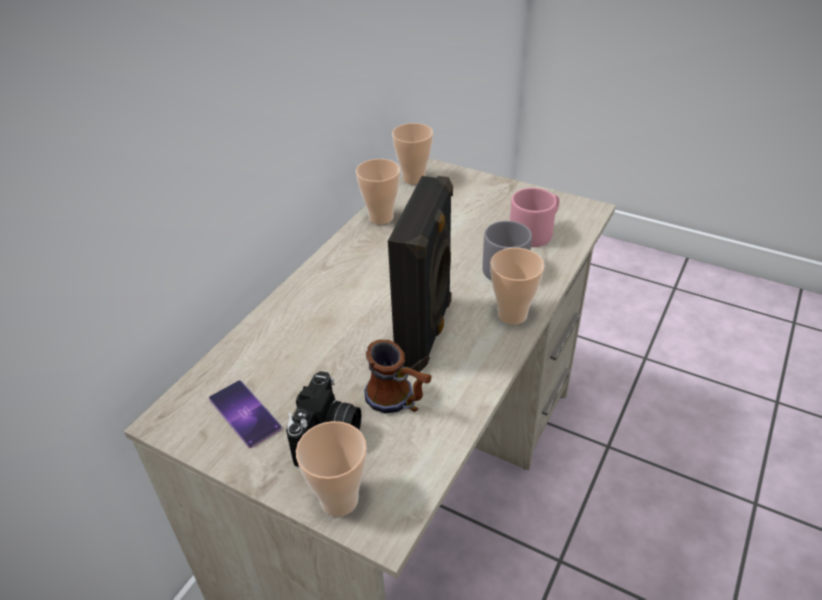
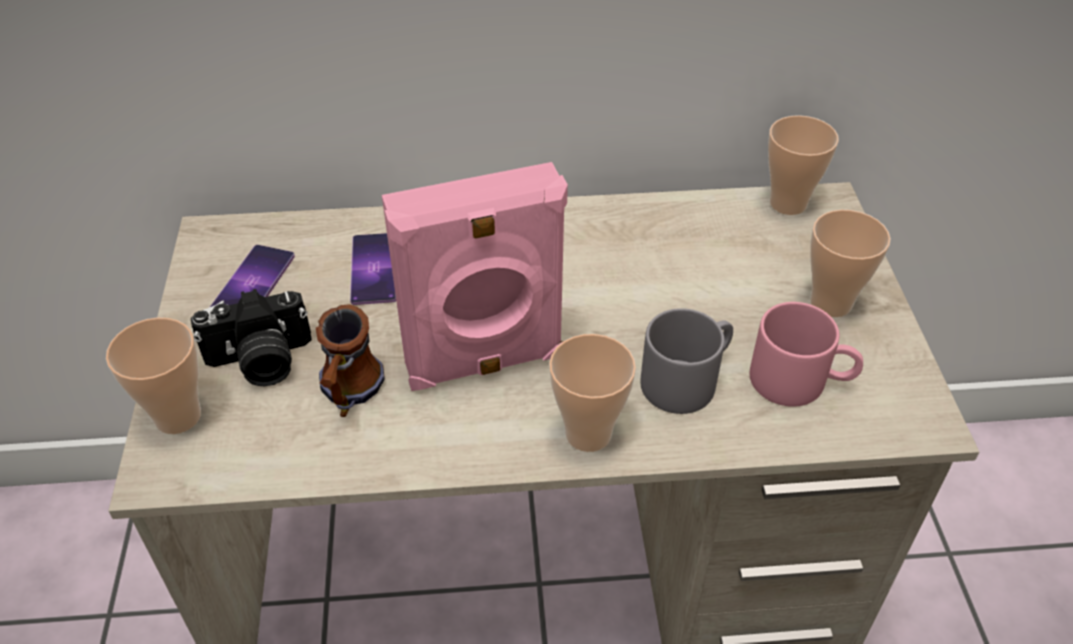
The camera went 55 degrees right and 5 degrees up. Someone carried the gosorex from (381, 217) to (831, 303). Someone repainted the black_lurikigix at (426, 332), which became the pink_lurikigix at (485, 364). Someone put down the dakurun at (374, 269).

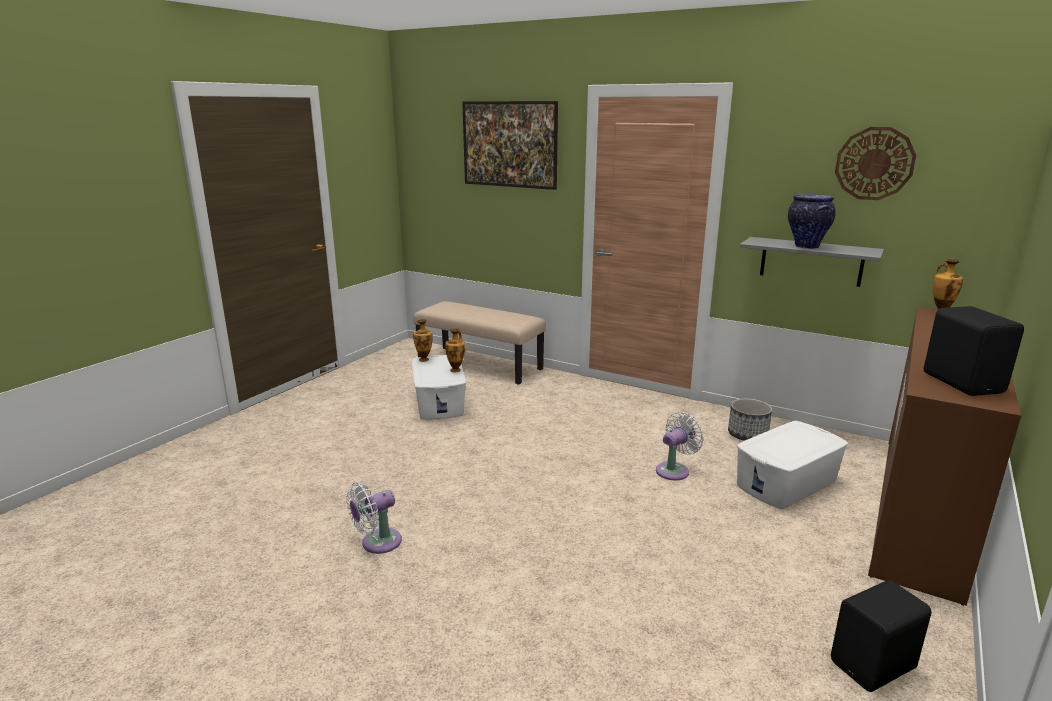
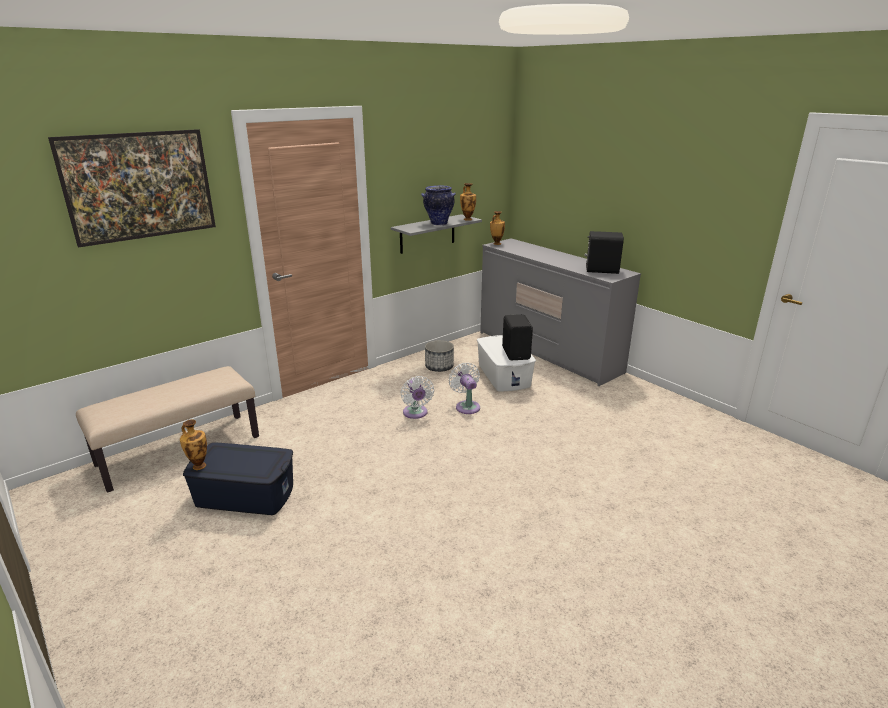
The camera went 70 degrees left and 5 degrees up. Someone carried the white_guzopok from (377, 543) to (416, 413). Someone repainted the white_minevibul at (439, 402), which became the blue_minevibul at (245, 495). Someone carried the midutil from (456, 370) to (467, 219). Someone carried the black_lurikigix from (875, 666) to (516, 353). Someone took away the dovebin at (874, 163). Someone repainted the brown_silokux at (919, 510), which became the grey_silokux at (548, 352).

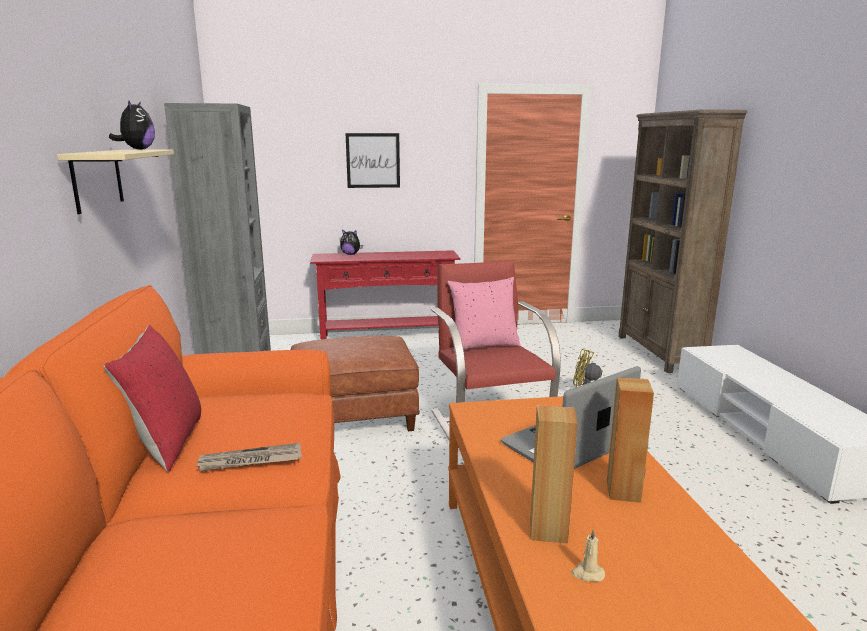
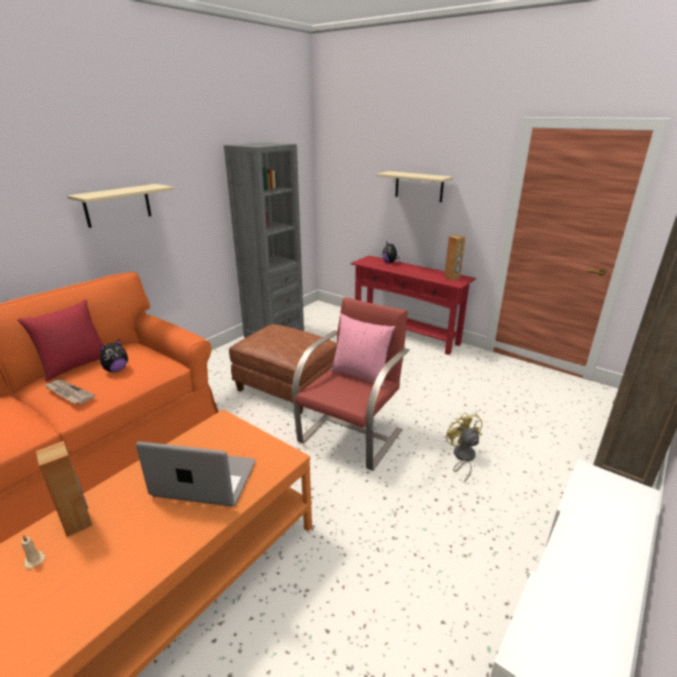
The camera went 45 degrees right and 10 degrees up. Someone carried the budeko from (137, 149) to (116, 370). Someone swapped the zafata at (373, 160) for the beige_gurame at (419, 186). Someone carried the brown_lurikigix from (624, 491) to (452, 277).

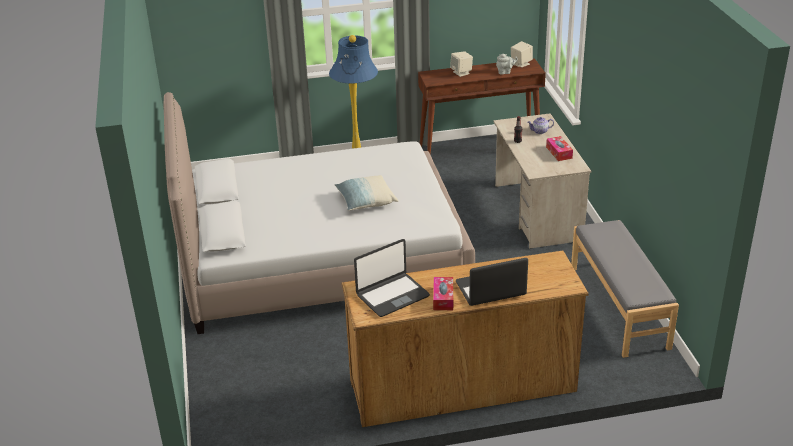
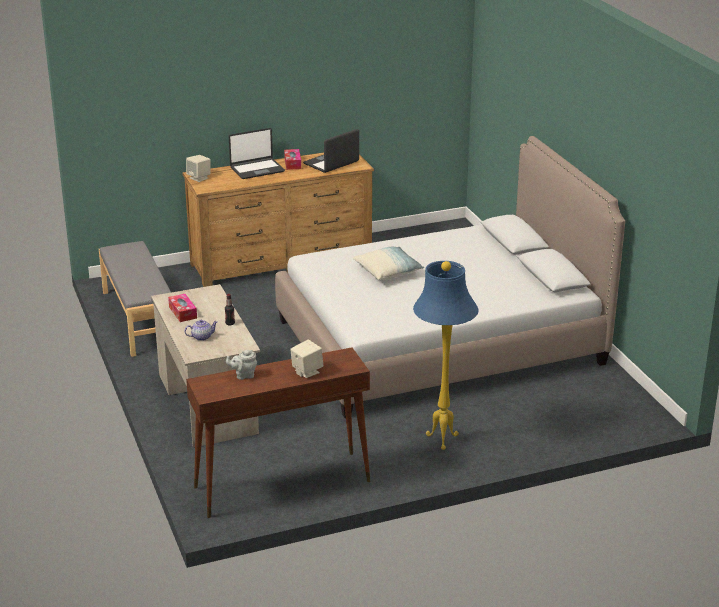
The camera went 170 degrees right and 5 degrees down. Someone carried the beige_lurikigix from (521, 63) to (199, 178).

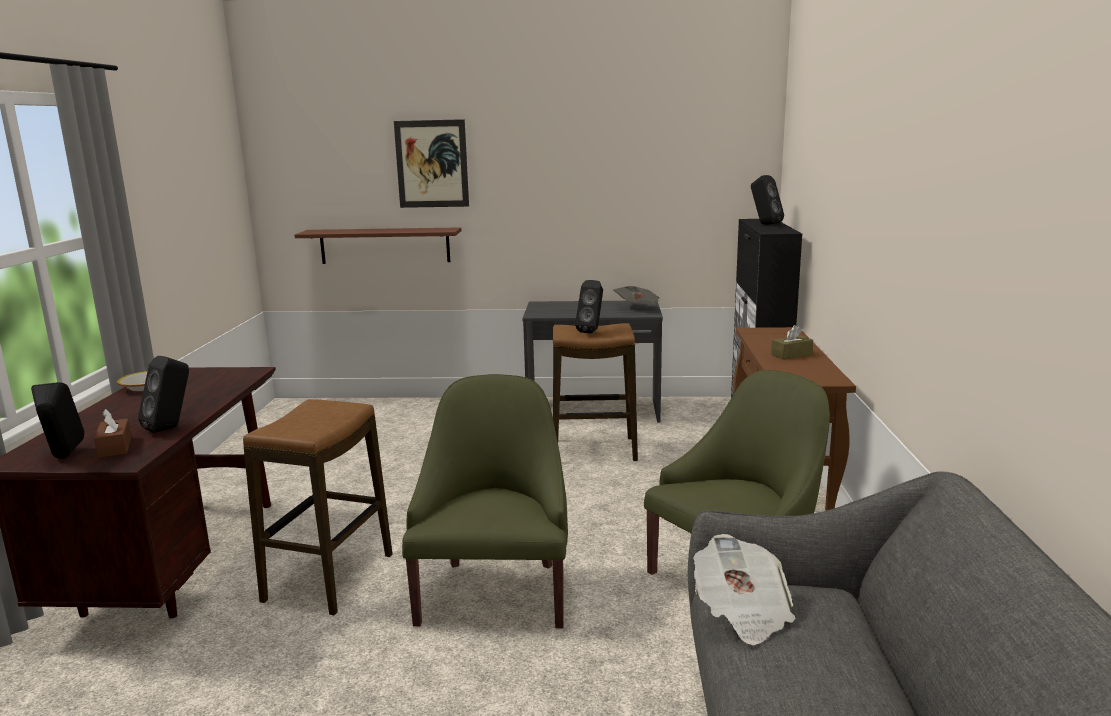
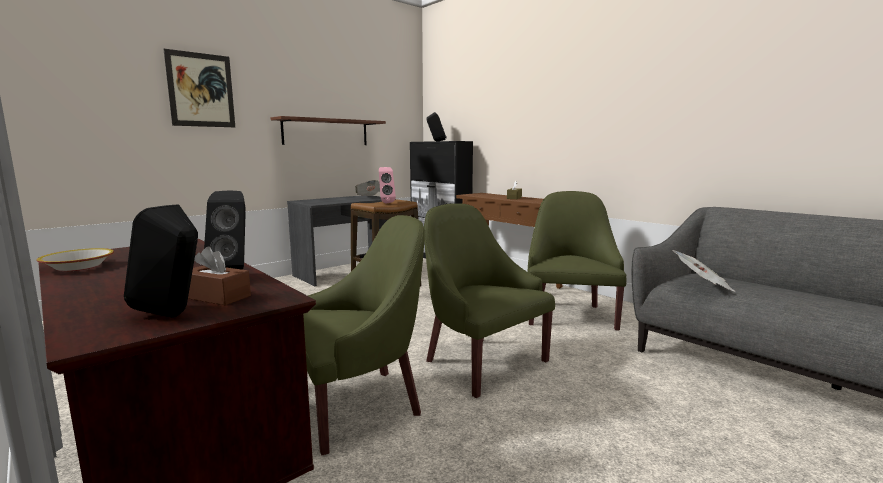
The camera went 45 degrees left and 5 degrees down. Someone swapped the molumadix at (329, 578) for the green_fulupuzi at (359, 403). Someone carried the brown_gurame from (385, 245) to (326, 132). Someone repainted the black_lurikigix at (592, 331), which became the pink_lurikigix at (386, 203).

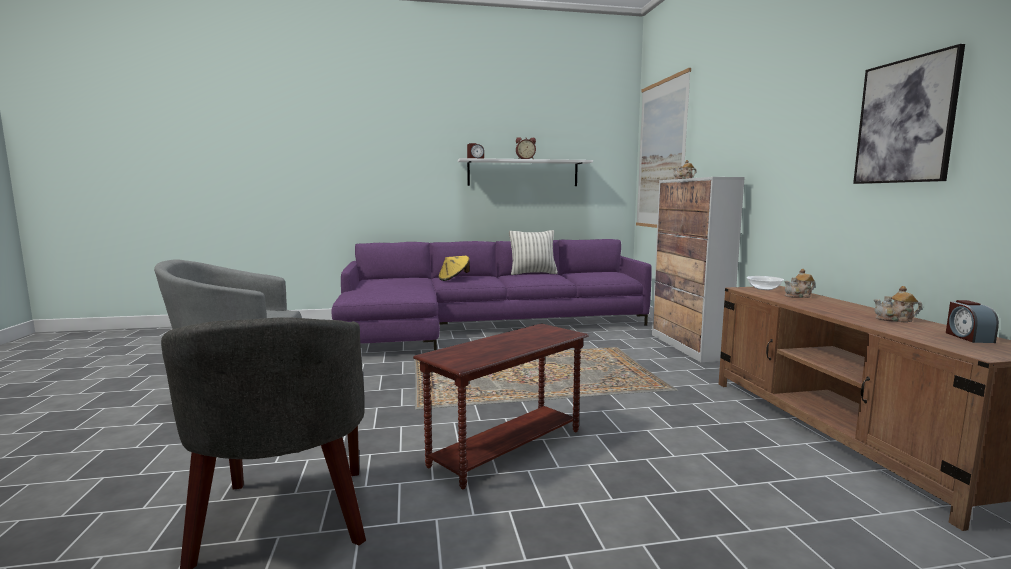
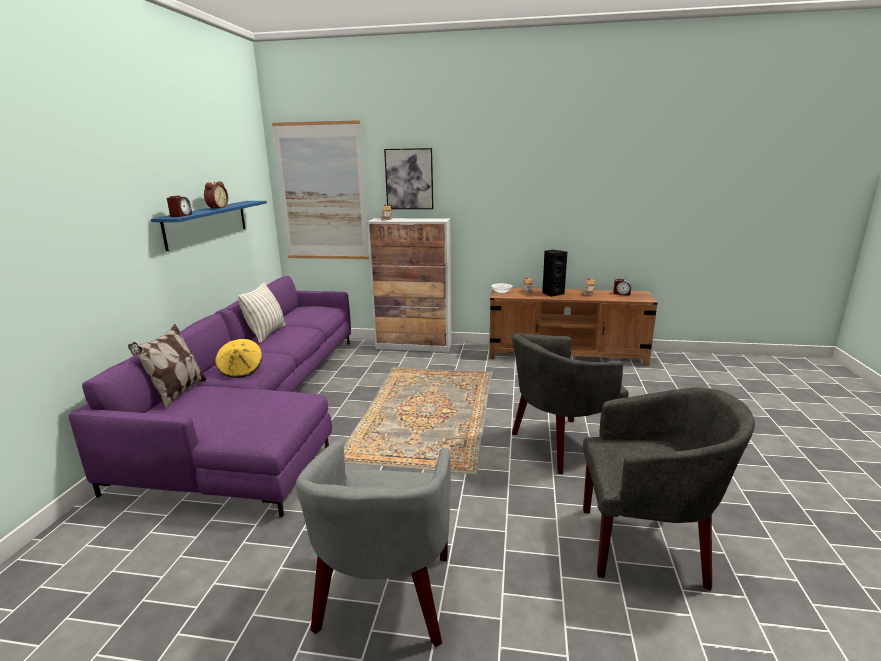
The camera went 70 degrees left and 10 degrees up. Someone swapped the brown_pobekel at (506, 448) for the grey_fulupuzi at (559, 444). Someone repainted the white_gurame at (523, 173), which became the blue_gurame at (207, 223). Someone carried the zafata from (905, 121) to (409, 179). Someone put down the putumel at (177, 393). Someone put down the black_lurikigix at (552, 293).

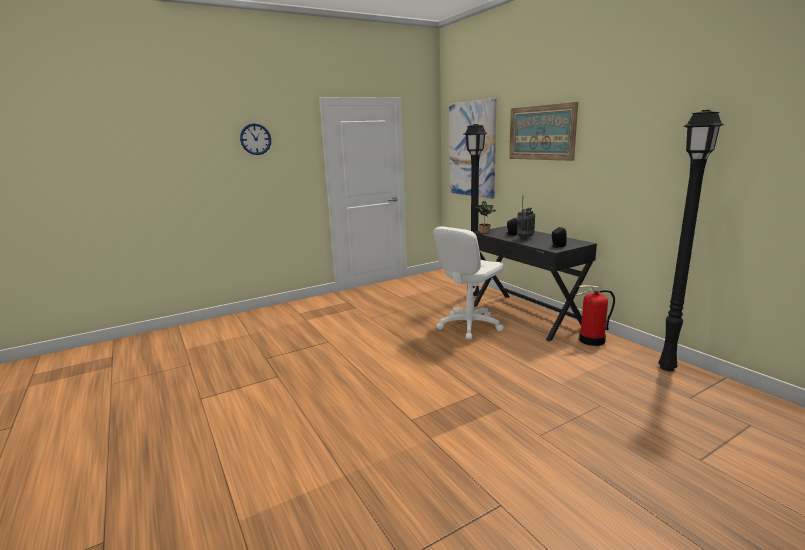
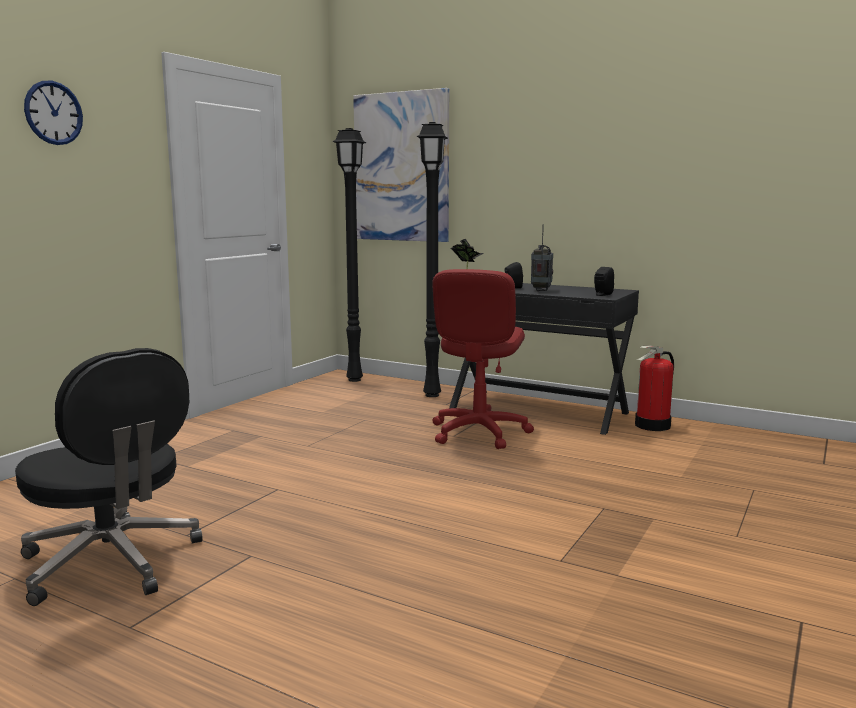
The camera went 30 degrees left and 5 degrees down. Someone repainted the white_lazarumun at (469, 325), which became the red_lazarumun at (478, 433). Someone took away the zafata at (541, 132). Someone carried the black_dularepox from (668, 368) to (356, 380). Someone put down the black_lazarumun at (112, 563).

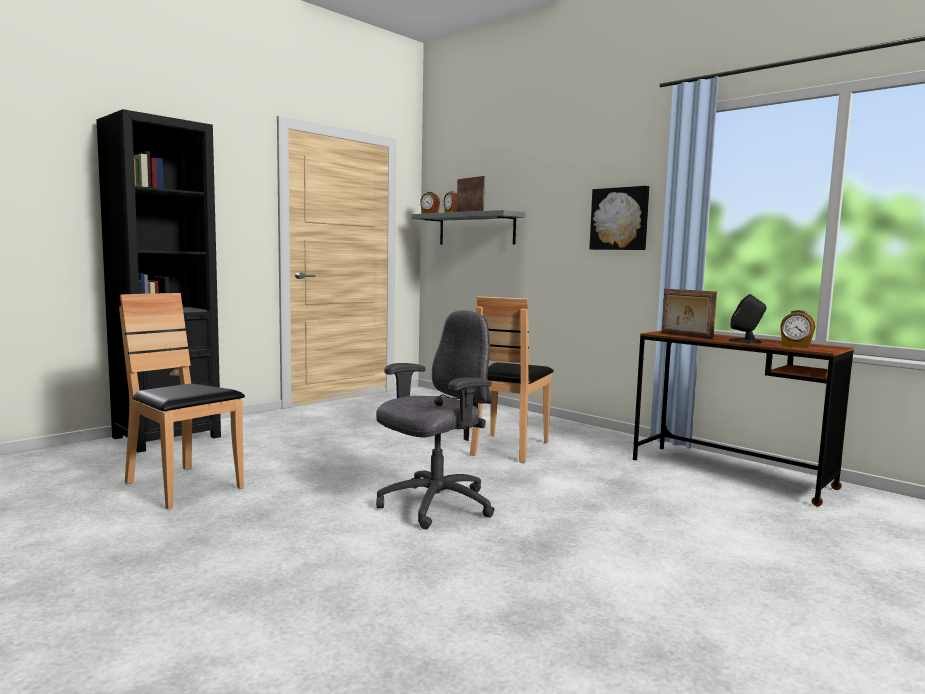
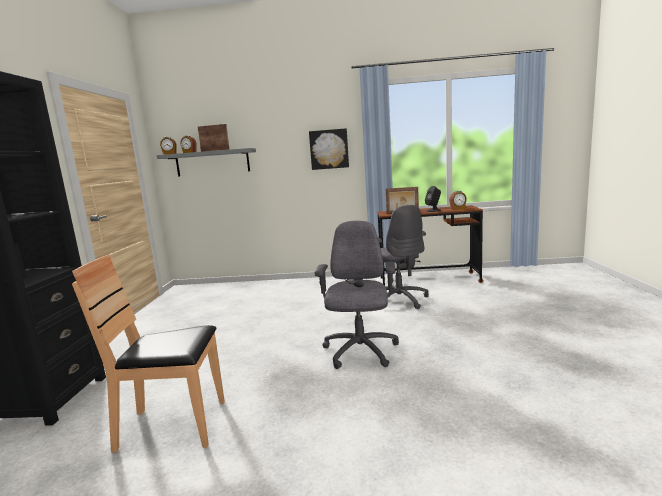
The camera went 40 degrees left and 5 degrees up. Someone took away the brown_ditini at (509, 448). Someone put down the grey_lazarumun at (399, 300).

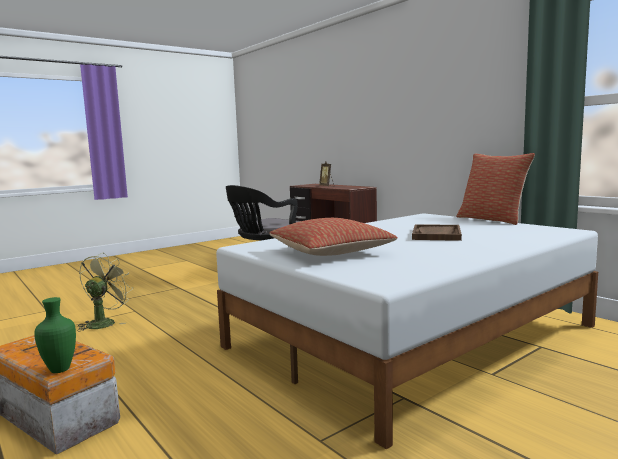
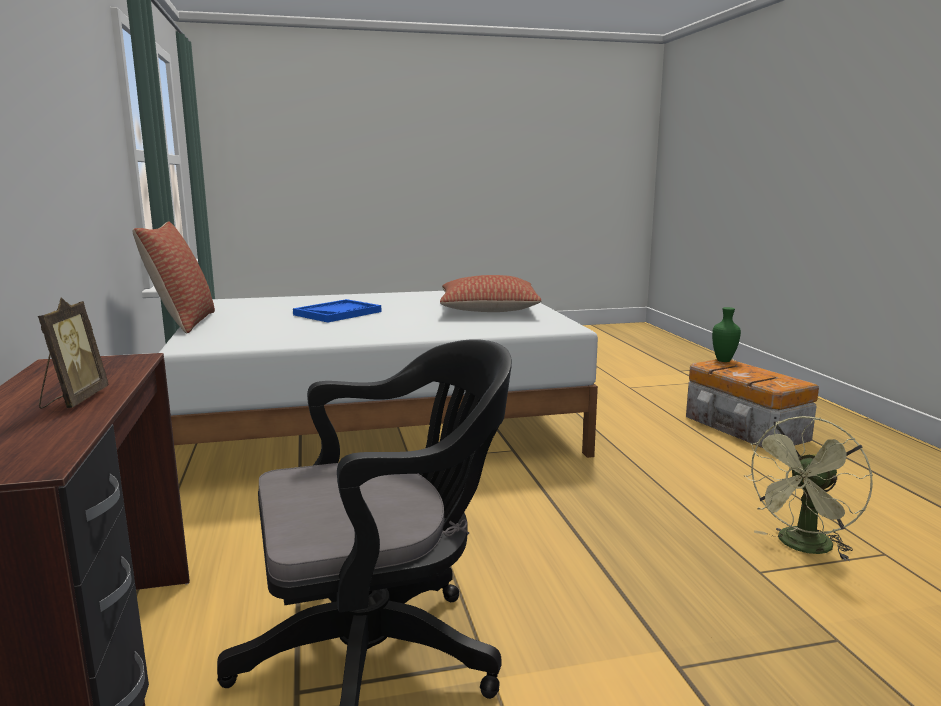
The camera went 155 degrees left and 5 degrees up. Someone repainted the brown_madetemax at (436, 234), which became the blue_madetemax at (337, 313).

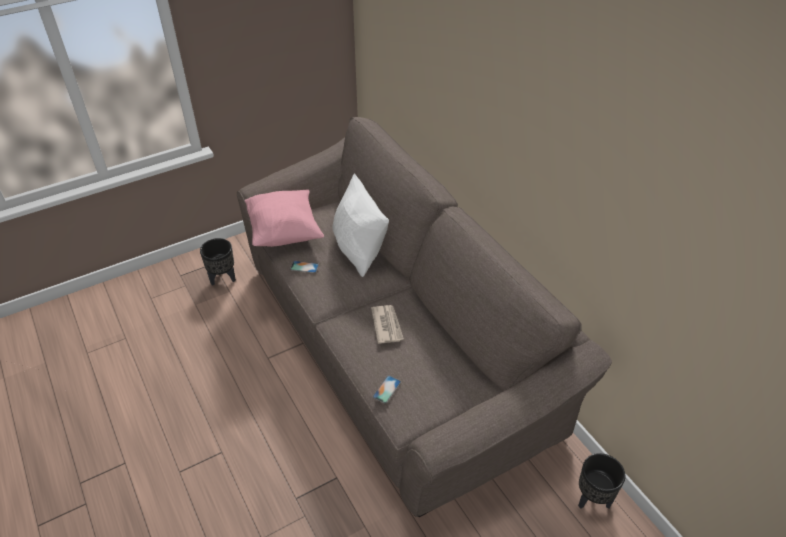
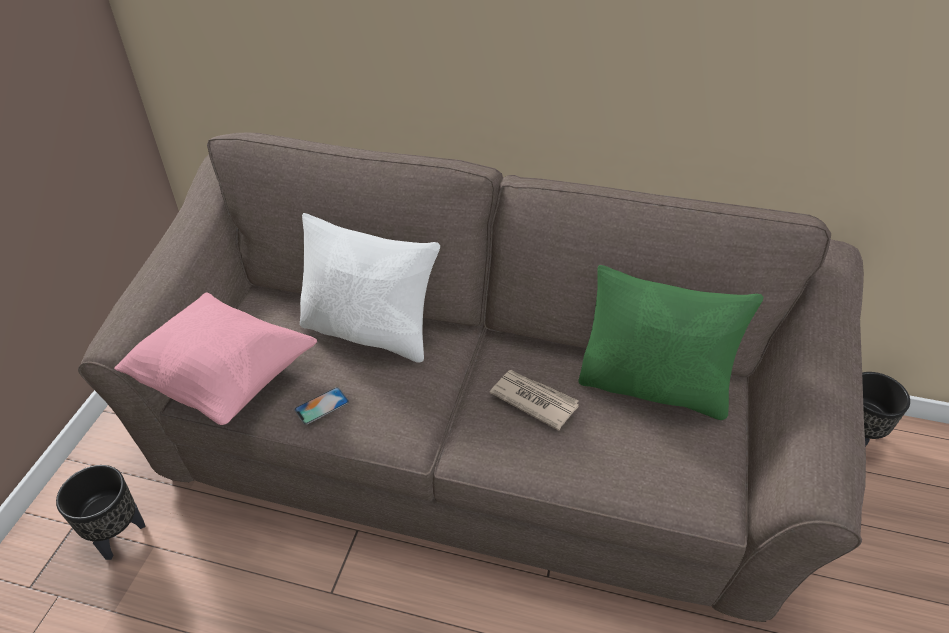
The camera went 45 degrees left and 0 degrees up. Someone took away the dakurun at (386, 389). Someone put down the green_putumel at (654, 386).

